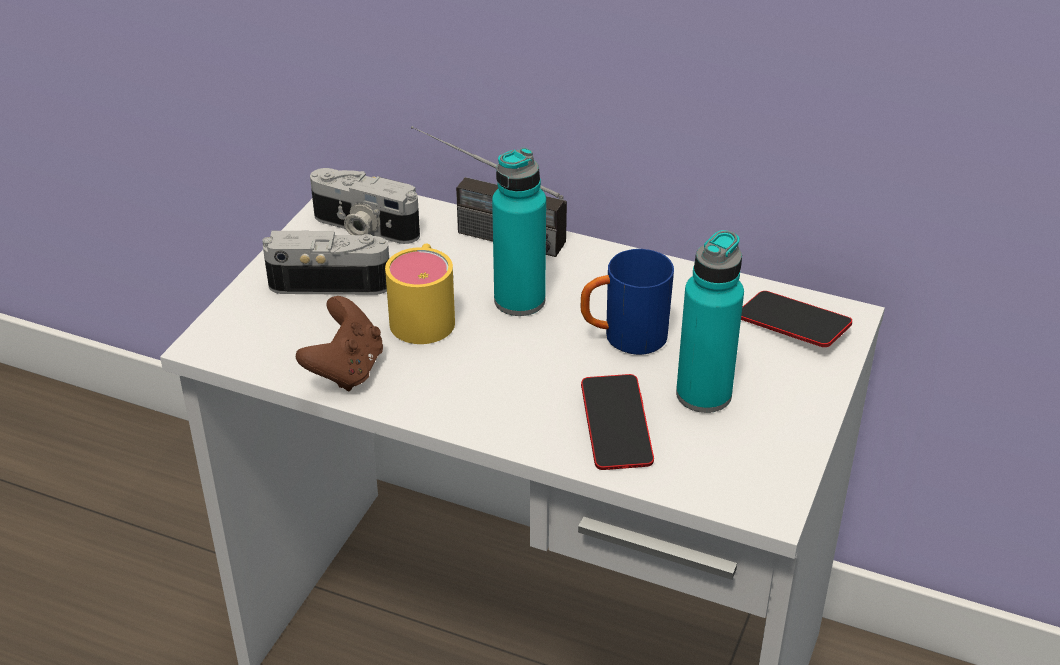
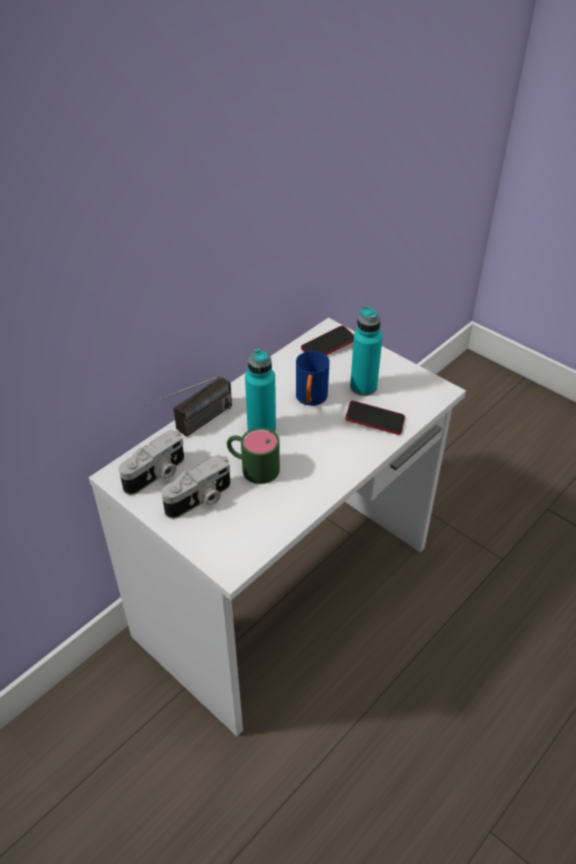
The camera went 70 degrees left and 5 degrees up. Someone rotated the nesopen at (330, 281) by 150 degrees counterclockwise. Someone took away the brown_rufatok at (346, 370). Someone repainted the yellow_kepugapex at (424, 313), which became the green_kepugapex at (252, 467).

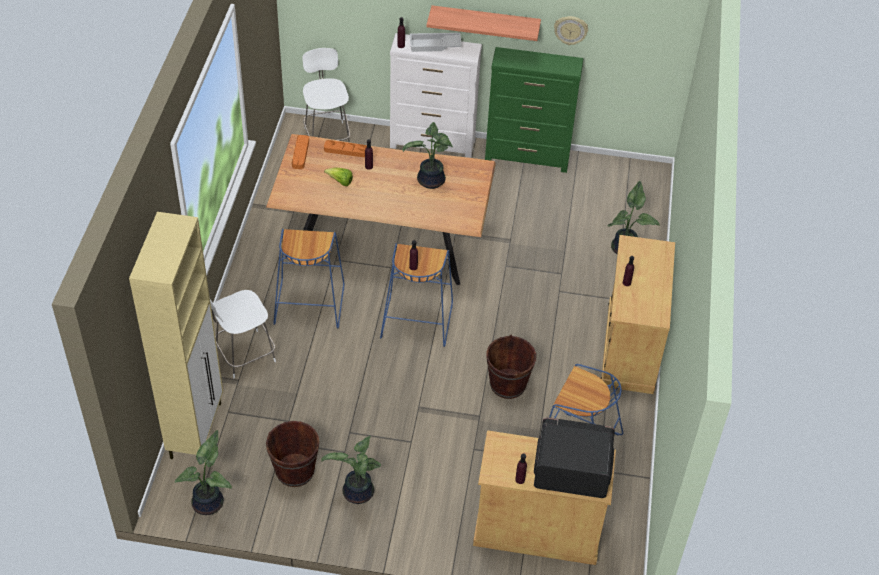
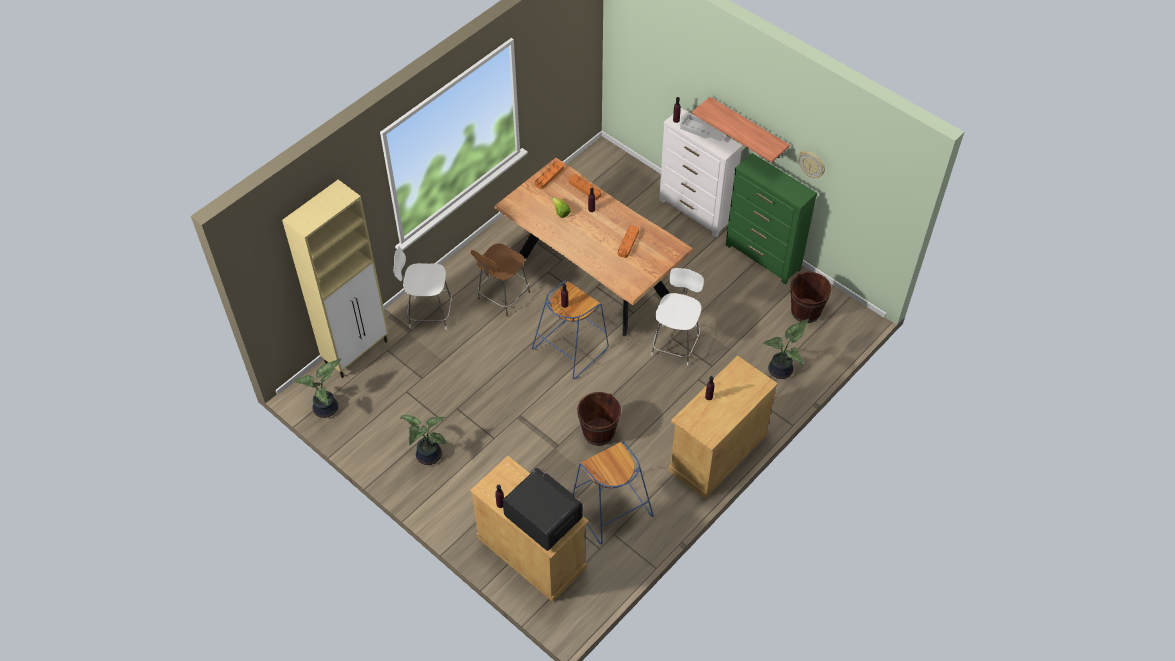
The camera went 35 degrees right and 5 degrees up. Someone carried the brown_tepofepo from (295, 471) to (805, 311). Someone swapped the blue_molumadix at (308, 304) for the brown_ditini at (502, 297). Someone carried the white_ditini from (327, 136) to (675, 344). Someone swapped the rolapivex at (430, 182) for the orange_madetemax at (628, 243).

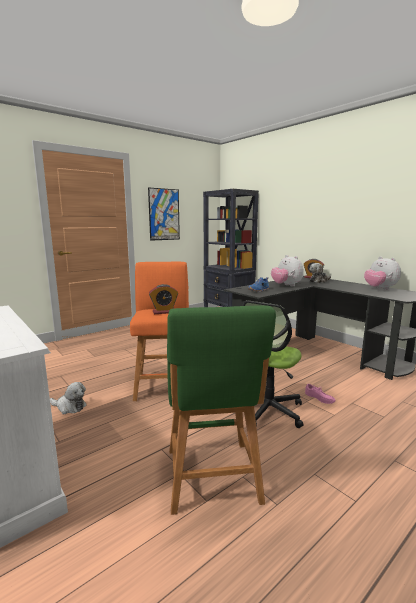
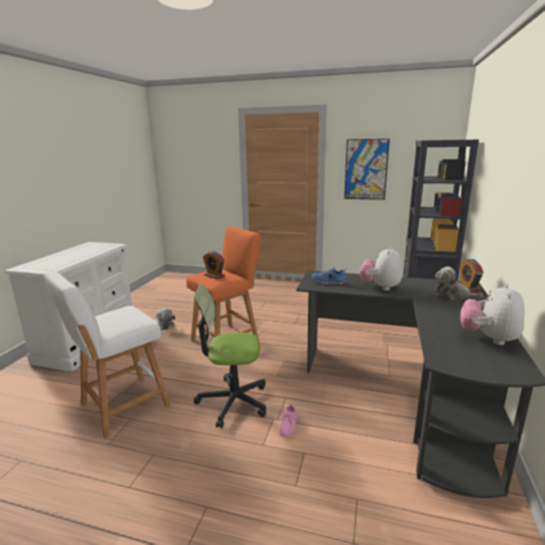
The camera went 55 degrees right and 5 degrees up. Someone repainted the green_molumadix at (213, 479), which became the white_molumadix at (121, 407).

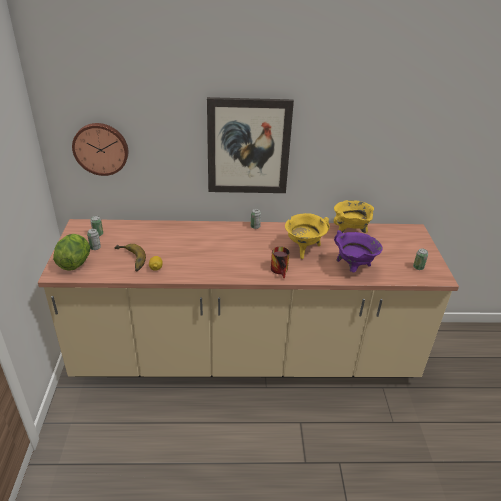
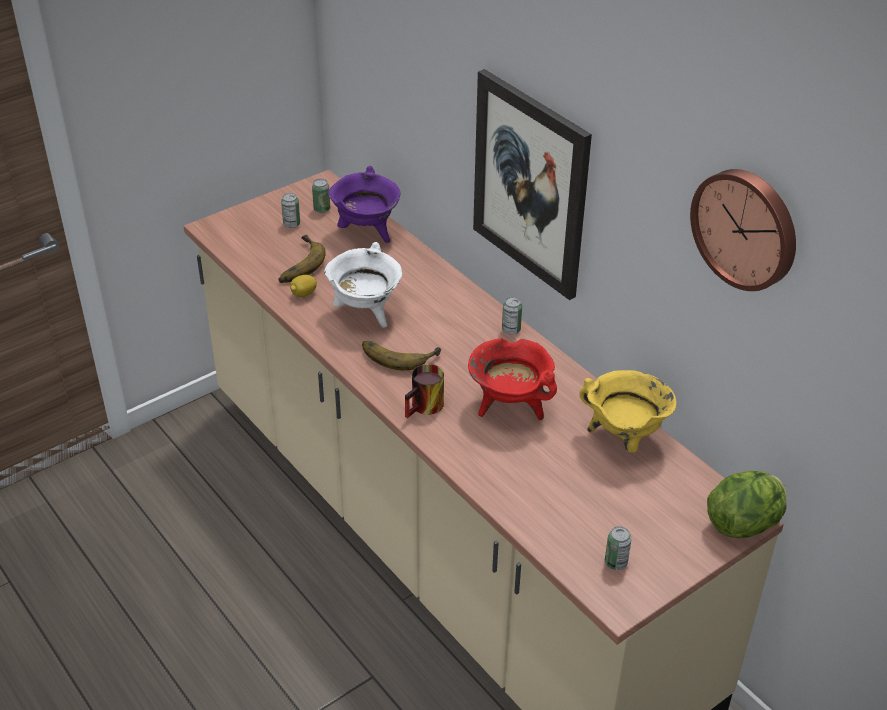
The camera went 55 degrees right and 5 degrees up. Someone carried the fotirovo from (75, 263) to (744, 523). Someone carried the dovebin from (101, 148) to (746, 228). Someone repainted the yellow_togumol at (303, 249), which became the red_togumol at (510, 406). Someone carried the purple_togumol from (353, 268) to (367, 232). Someone put down the white_togumol at (366, 313). Someone put down the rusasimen at (399, 354).

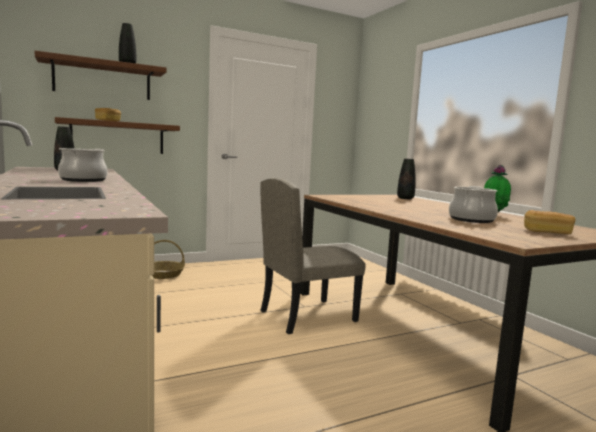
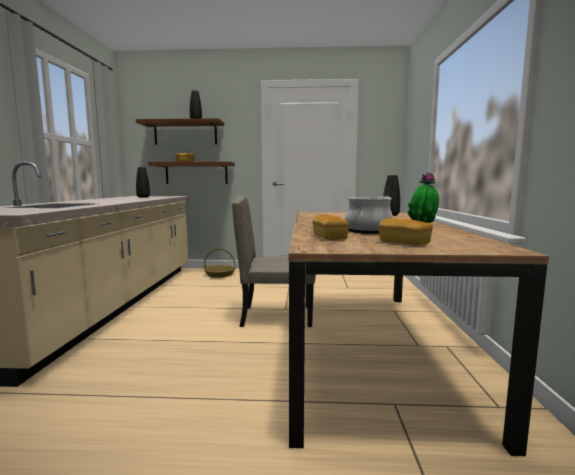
The camera went 30 degrees right and 0 degrees up. Someone took away the togumol at (83, 180). Someone put down the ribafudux at (329, 238).

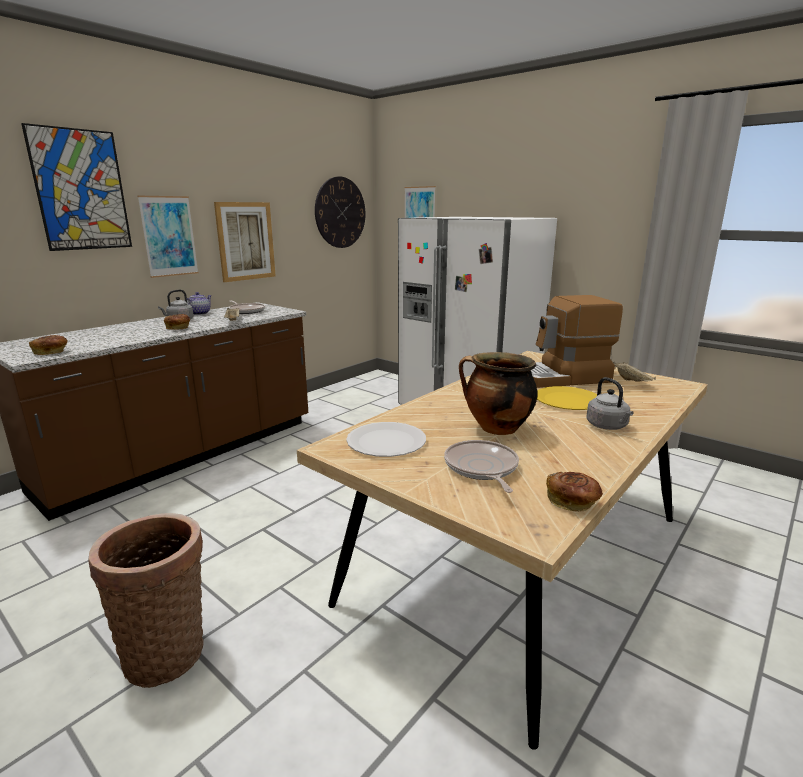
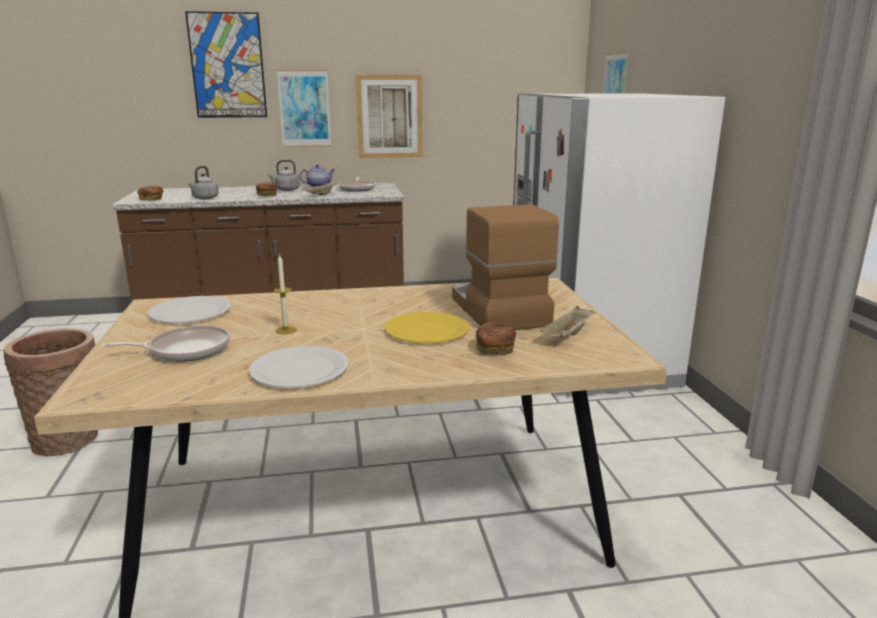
The camera went 40 degrees right and 0 degrees up. Someone took away the dovebin at (340, 212). Someone rotated the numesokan at (481, 468) by 45 degrees clockwise. Someone swapped the togumol at (496, 429) for the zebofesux at (285, 330). Someone rotated the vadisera at (561, 377) by 45 degrees clockwise. Someone carried the ribafudux from (572, 502) to (494, 350). Someone carried the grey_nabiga from (608, 426) to (204, 198). Someone put down the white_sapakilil at (300, 369).

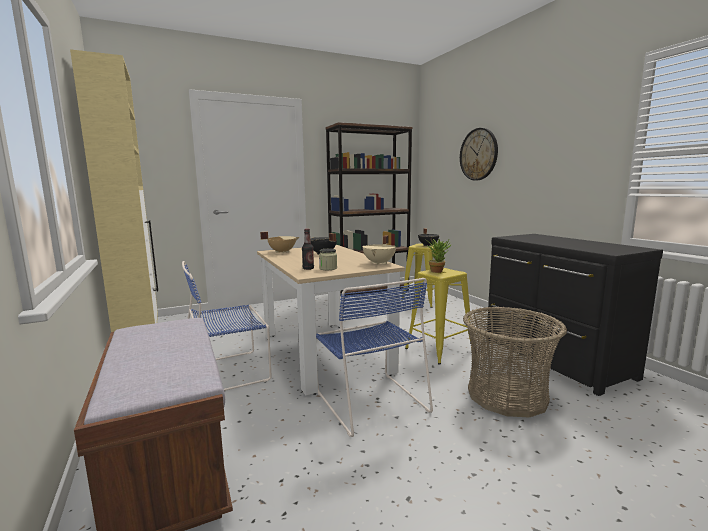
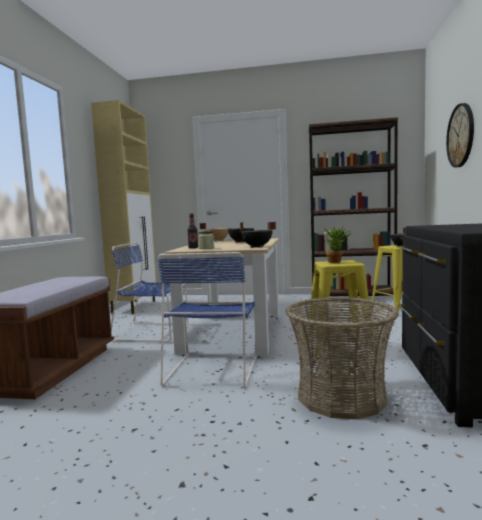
The camera went 35 degrees right and 5 degrees down. Someone repainted the beige_togumol at (380, 263), which became the black_togumol at (257, 247).

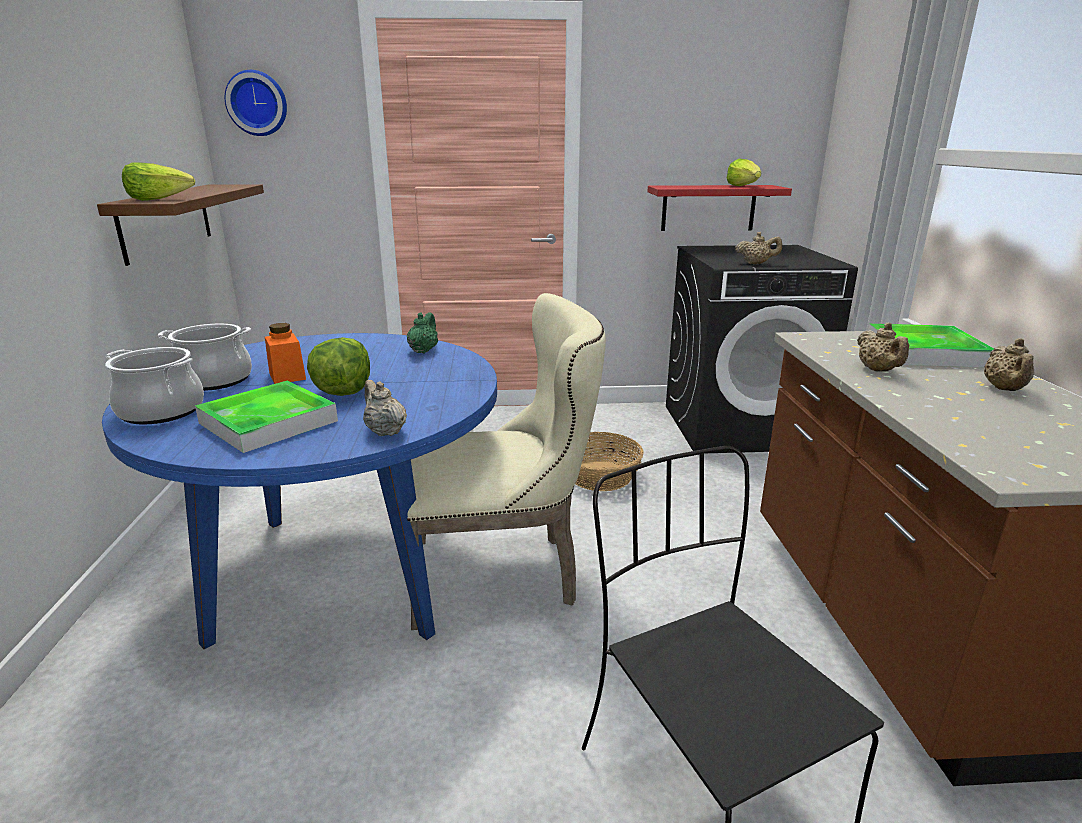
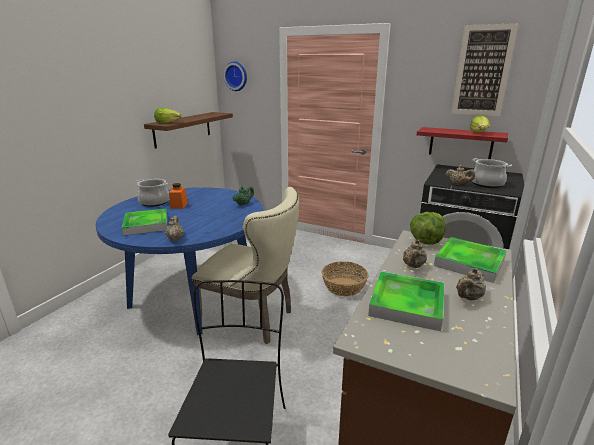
The camera went 30 degrees right and 0 degrees up. Someone carried the togumol from (162, 411) to (487, 184). Someone carried the fotirovo from (342, 392) to (425, 241). Someone put down the madetemax at (407, 304). Someone put up the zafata at (482, 71).

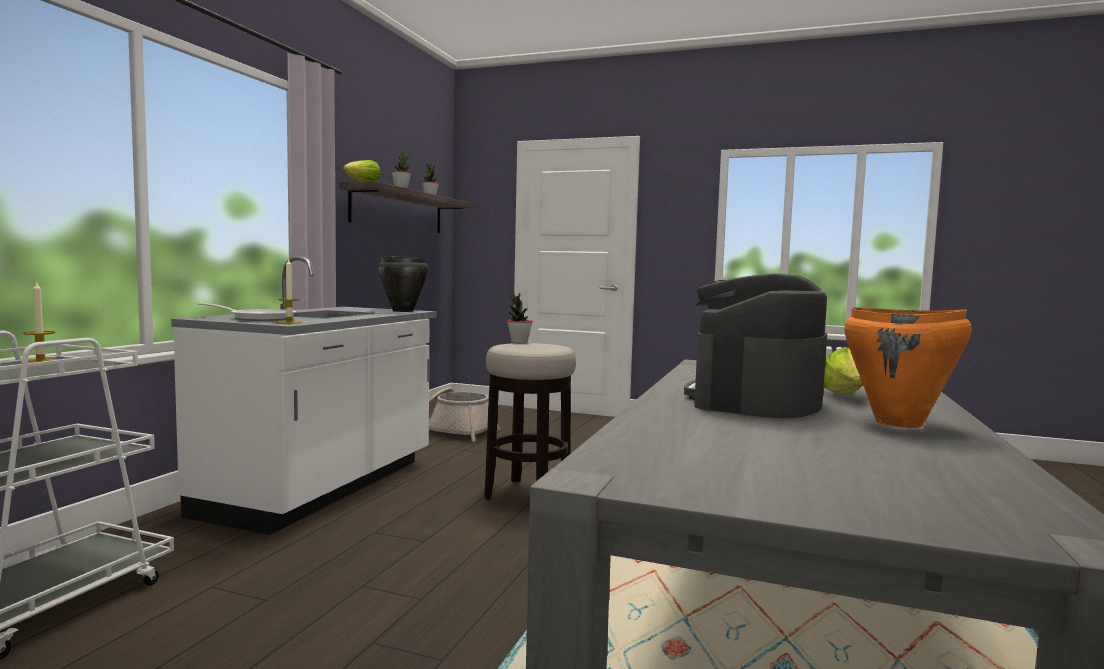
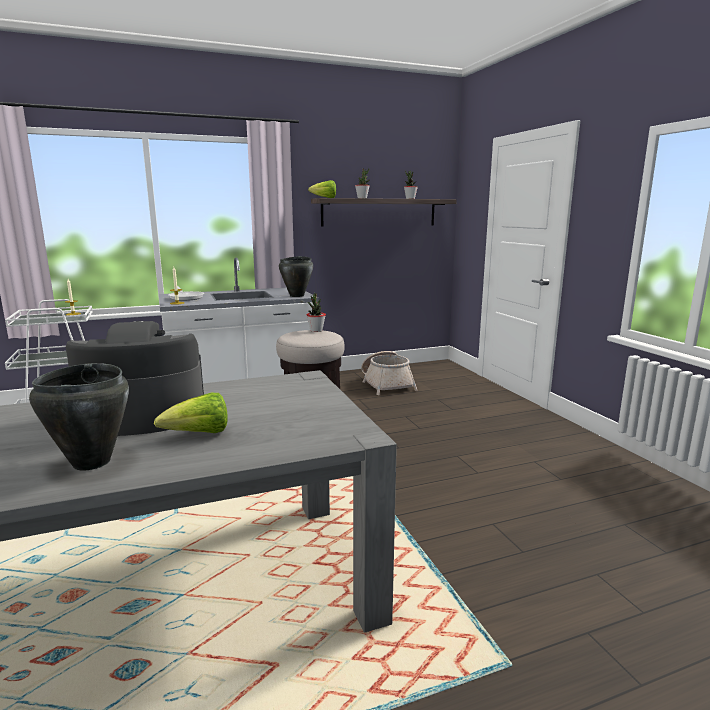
The camera went 50 degrees right and 10 degrees up. Someone repainted the orange_togumol at (899, 423), which became the black_togumol at (90, 462).

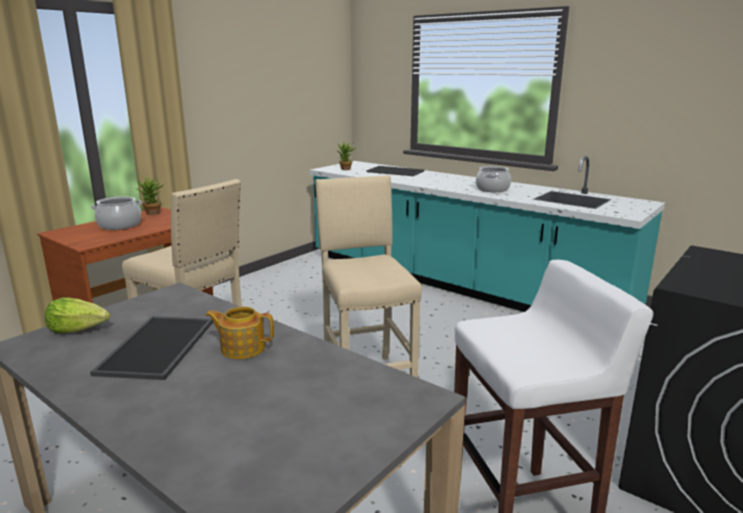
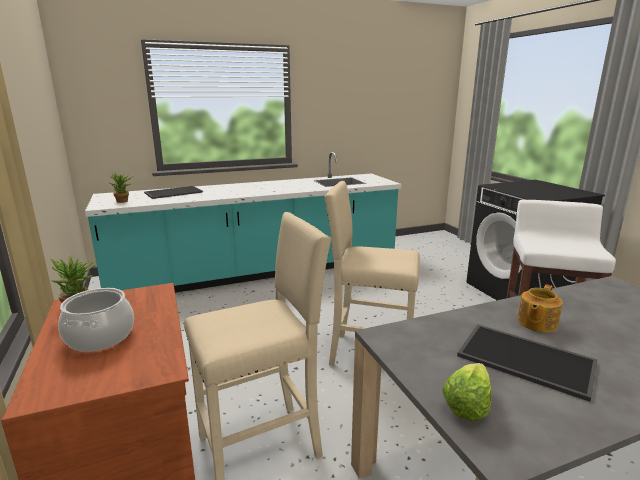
The camera went 60 degrees left and 0 degrees up. Someone took away the togumol at (492, 189).

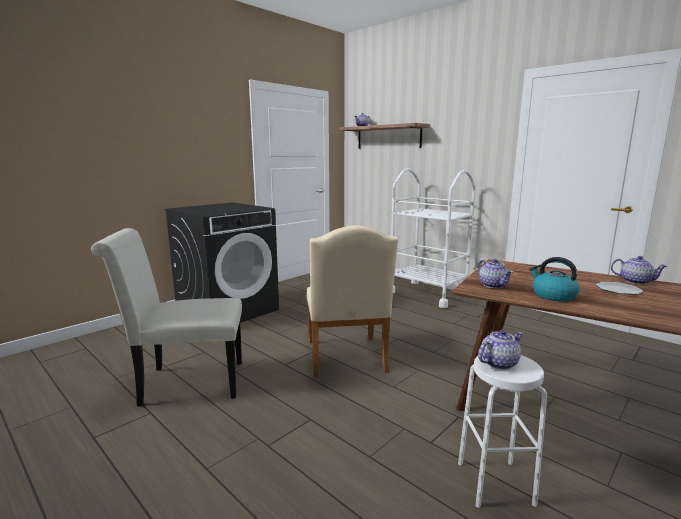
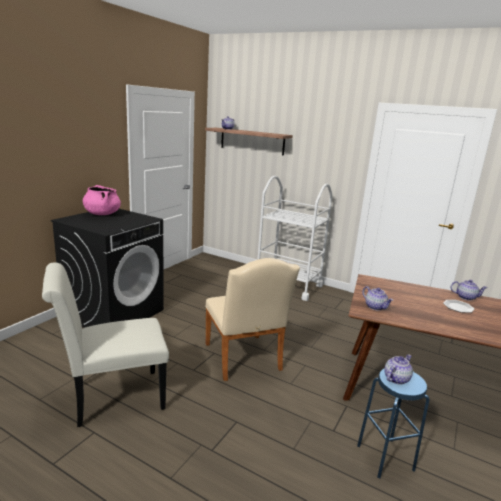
The camera went 15 degrees left and 5 degrees up. Someone repainted the white_molumadix at (494, 483), which became the blue_molumadix at (385, 457). Someone took away the nabiga at (553, 295). Someone put down the pink_togumol at (102, 214).

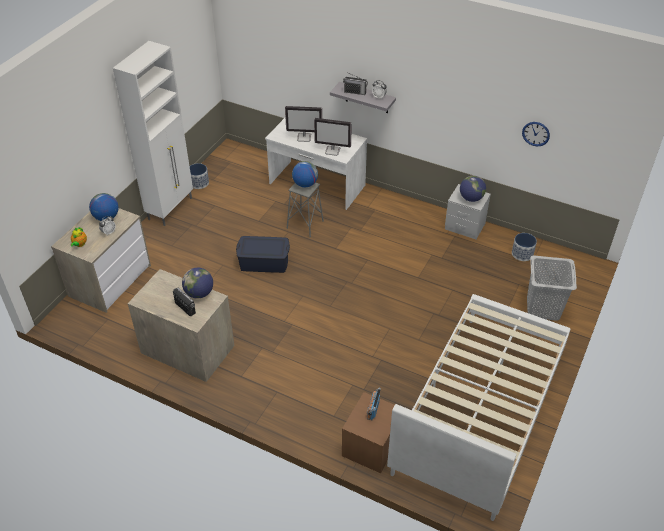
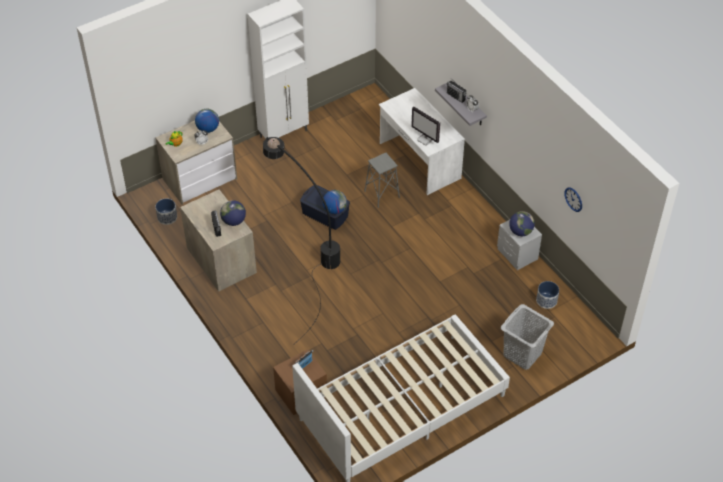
The camera went 30 degrees right and 5 degrees up. Someone carried the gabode from (199, 183) to (167, 217). Someone took away the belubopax at (304, 137). Someone carried the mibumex from (305, 184) to (334, 209). Someone put down the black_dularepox at (306, 256).

